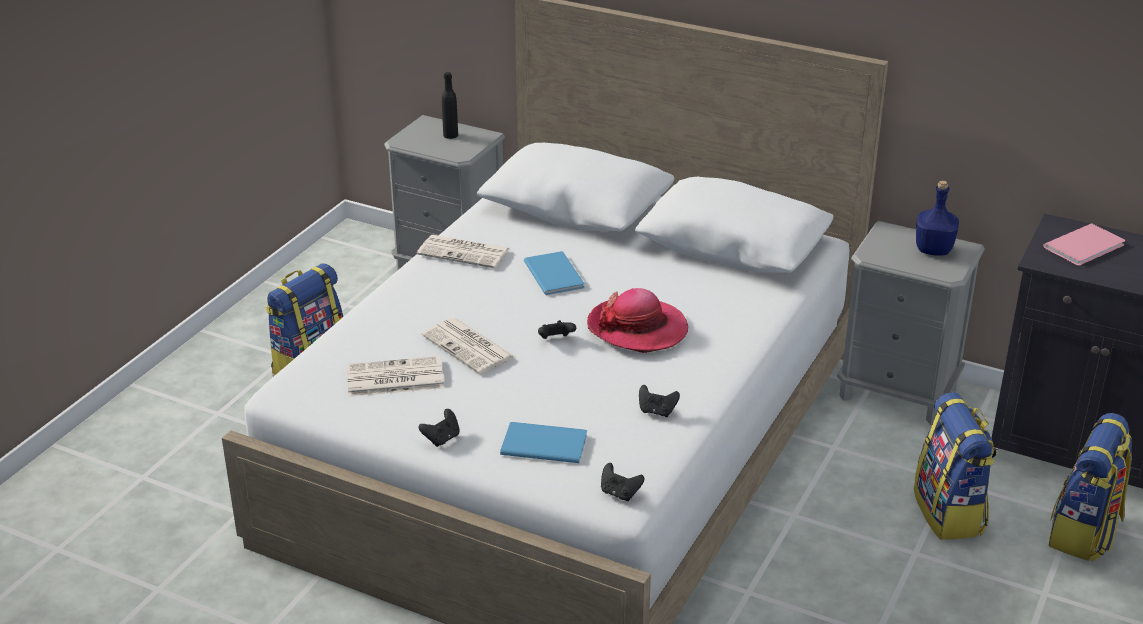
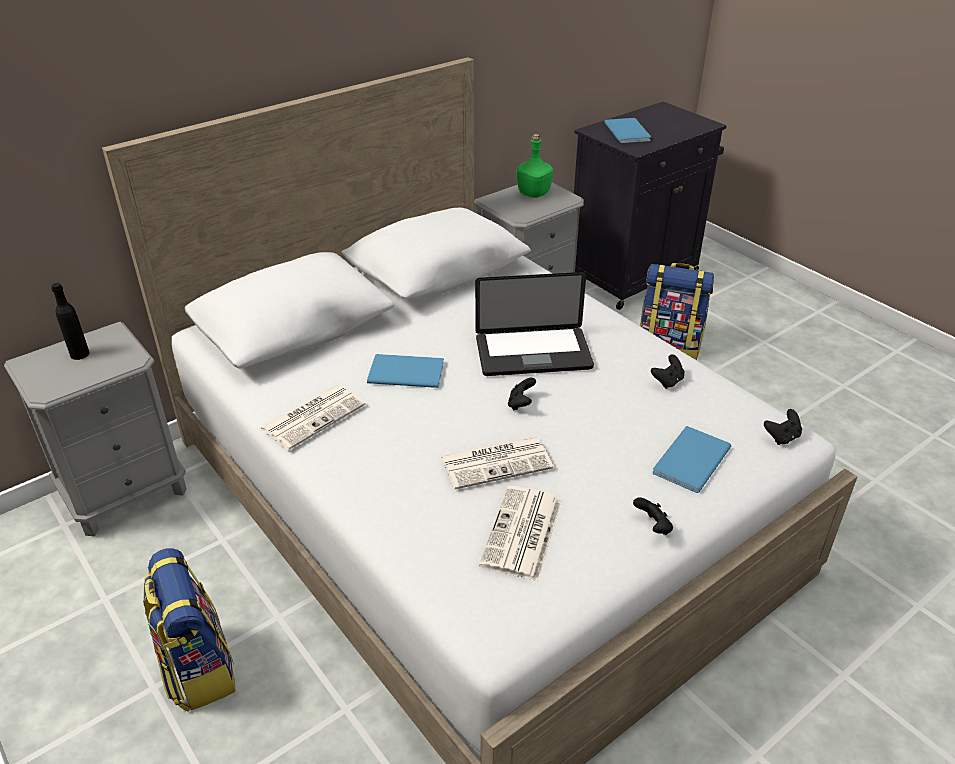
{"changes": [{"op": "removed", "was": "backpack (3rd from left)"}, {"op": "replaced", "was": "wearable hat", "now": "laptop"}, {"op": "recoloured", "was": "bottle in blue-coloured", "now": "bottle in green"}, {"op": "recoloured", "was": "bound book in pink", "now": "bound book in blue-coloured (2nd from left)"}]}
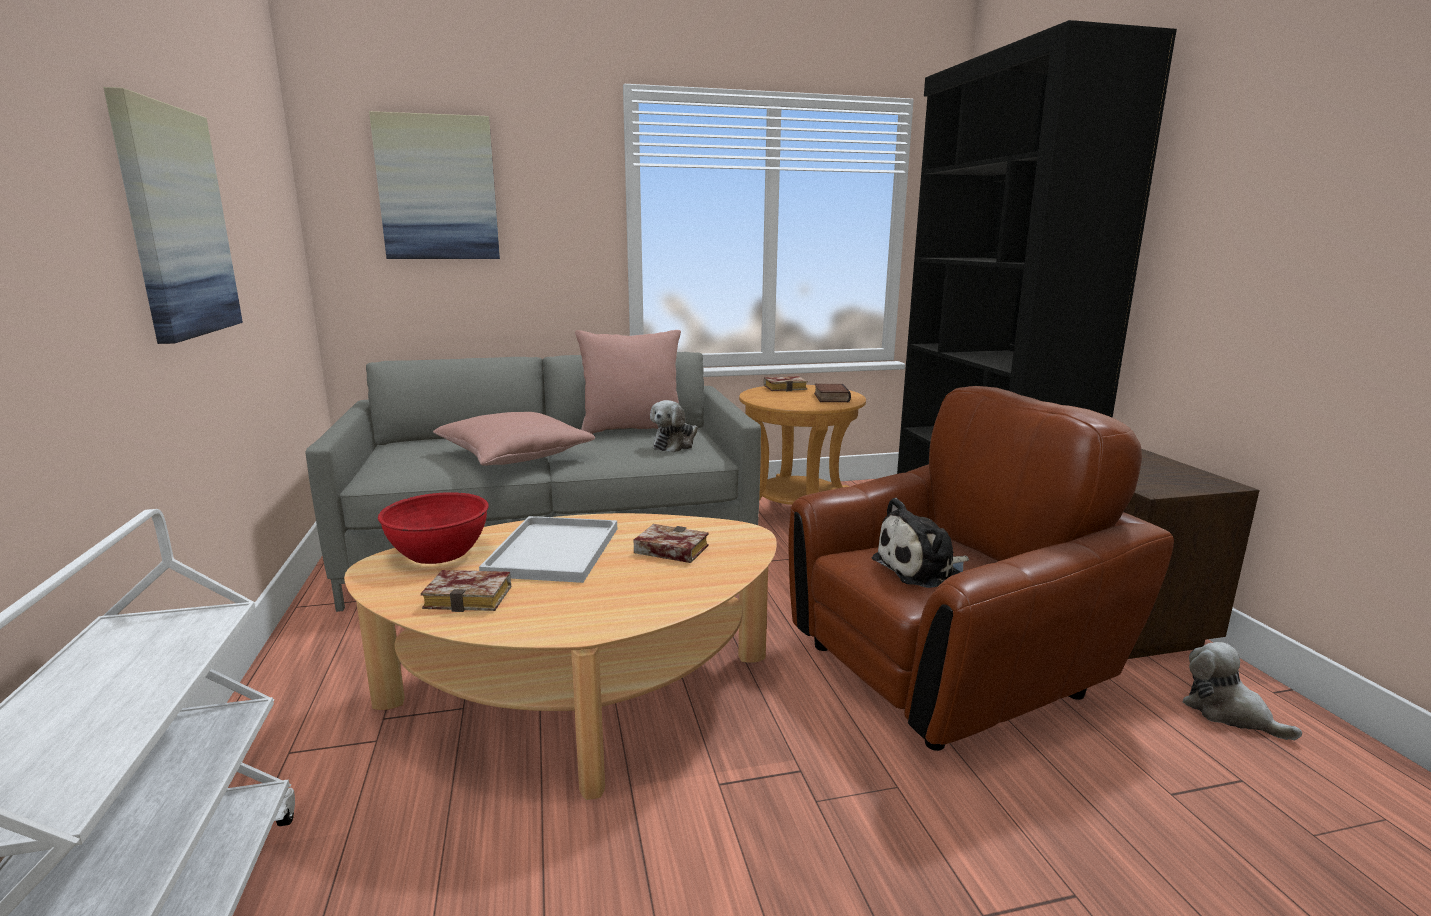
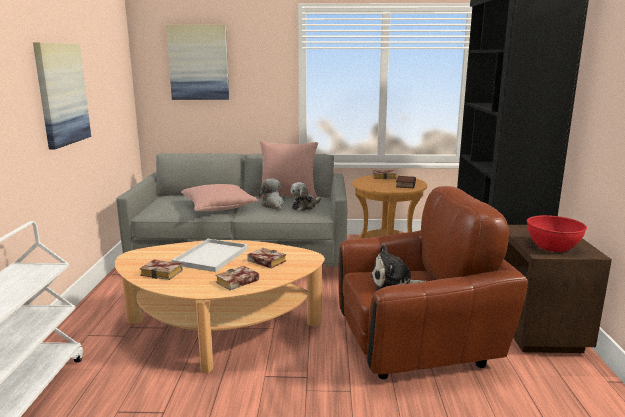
{"changes": [{"op": "added", "now": "bound book (2nd from left)"}, {"op": "moved", "was": "bowl in red"}, {"op": "moved", "was": "cuddly toy (3rd from left in the first image)", "now": "cuddly toy (1st from left)"}]}
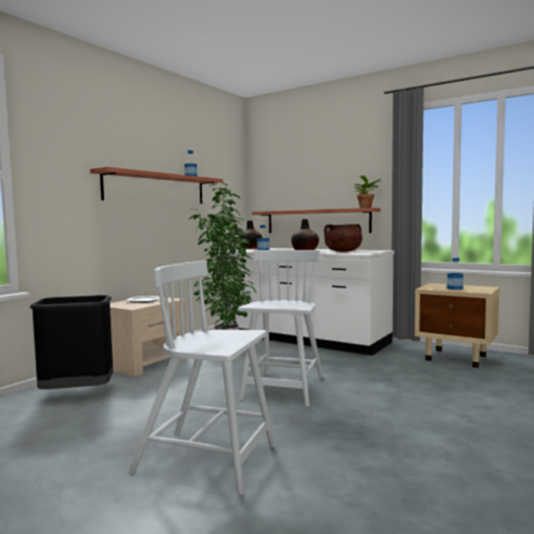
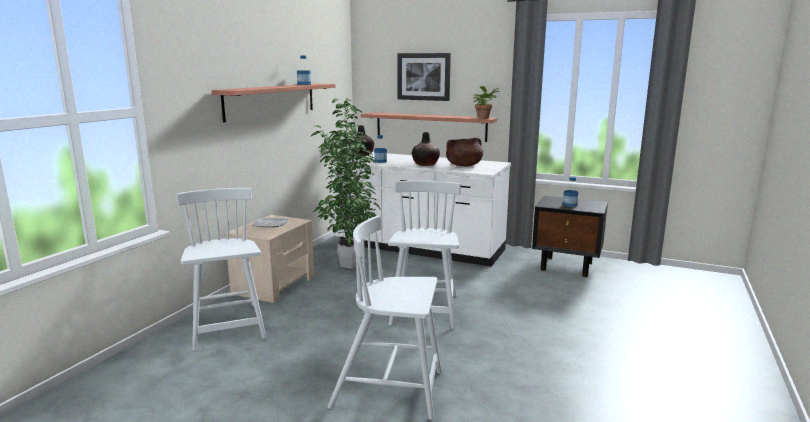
{"changes": [{"op": "added", "now": "wall art"}, {"op": "replaced", "was": "rubbish bin in black-coloured", "now": "plain chair in white-coloured (1st from left)"}, {"op": "recoloured", "was": "nightstand in sand-coloured (2nd from left)", "now": "nightstand in black-coloured"}]}
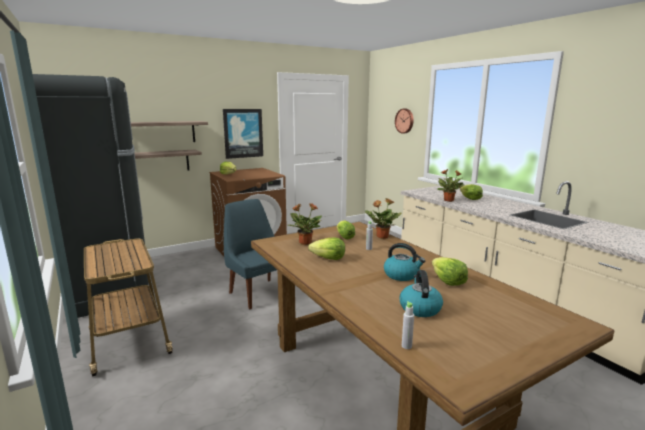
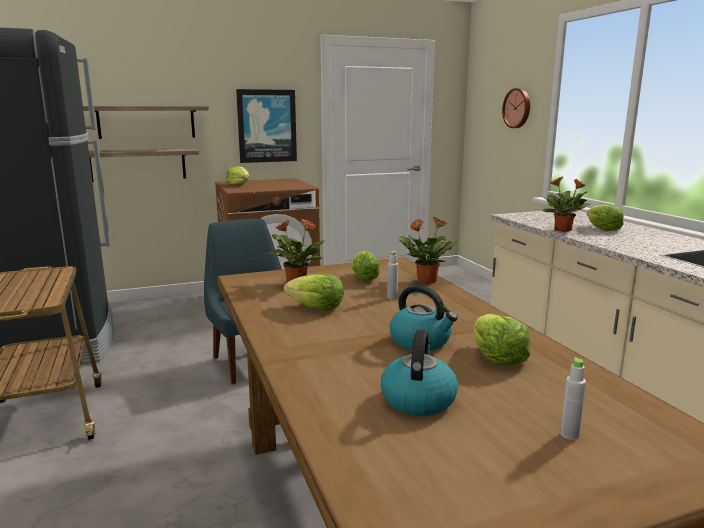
{"changes": [{"op": "moved", "was": "bottle in grey (2nd from left)"}]}
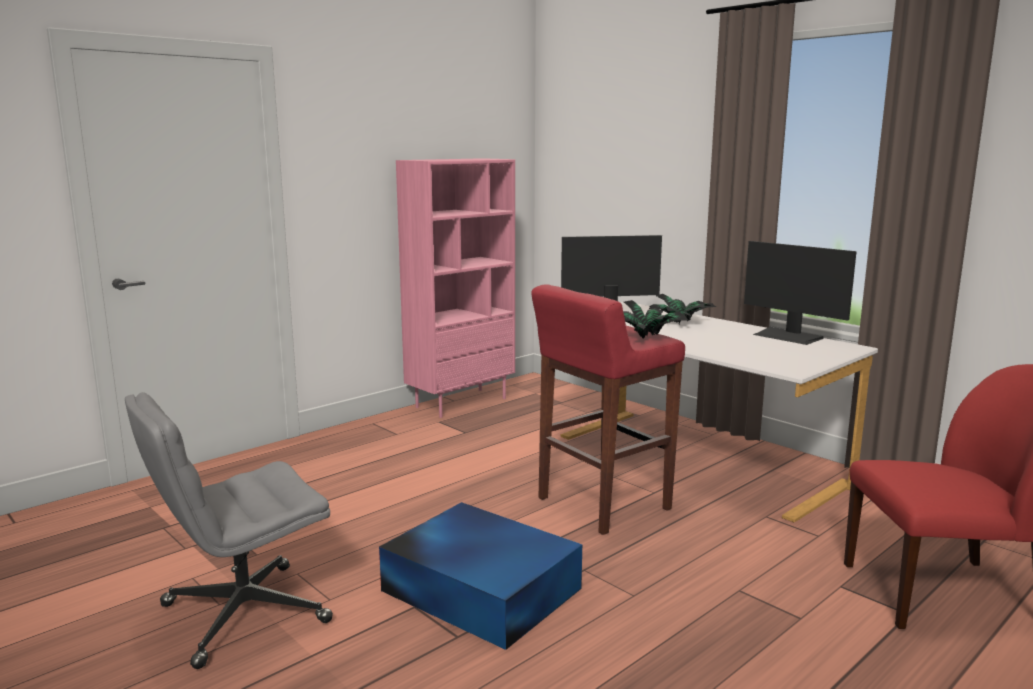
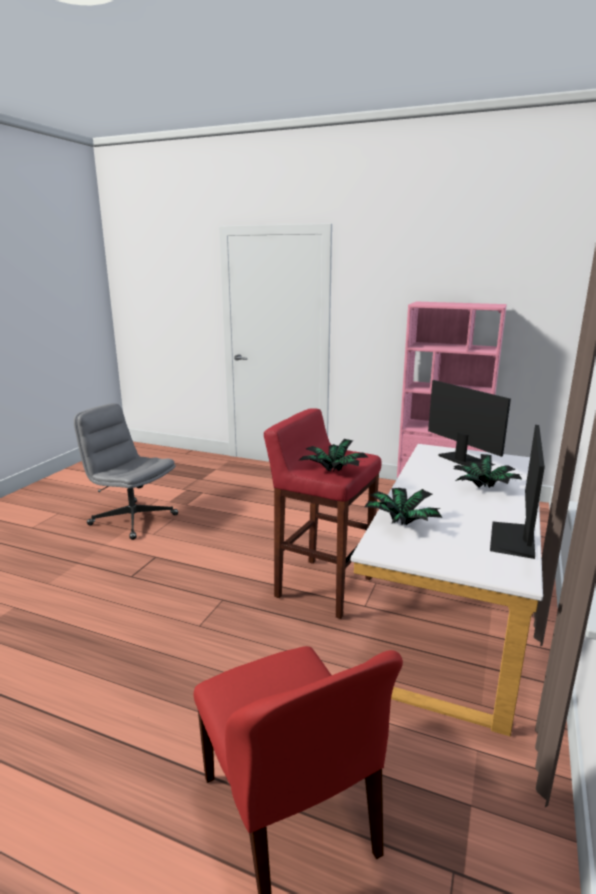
{"changes": [{"op": "removed", "was": "storage box in blue-coloured"}, {"op": "added", "now": "houseplant (2nd from left)"}]}
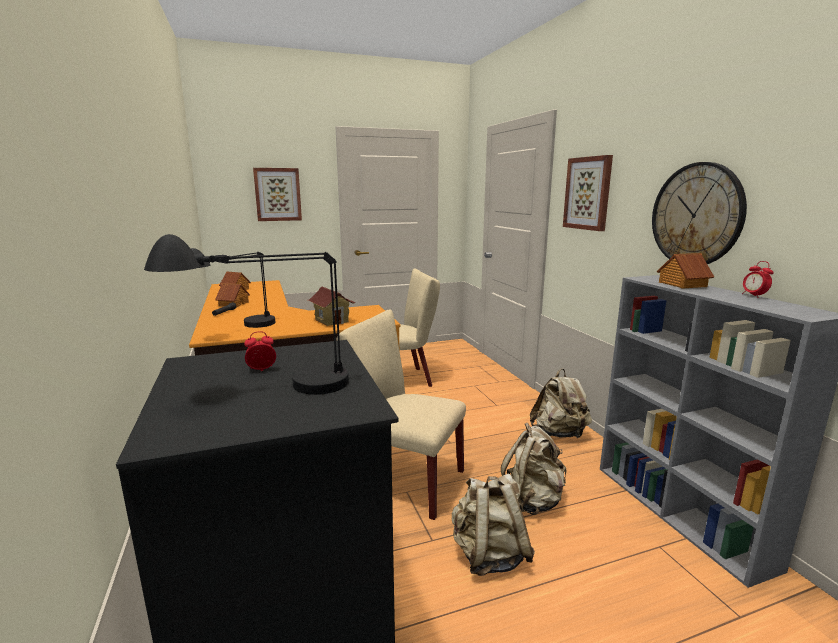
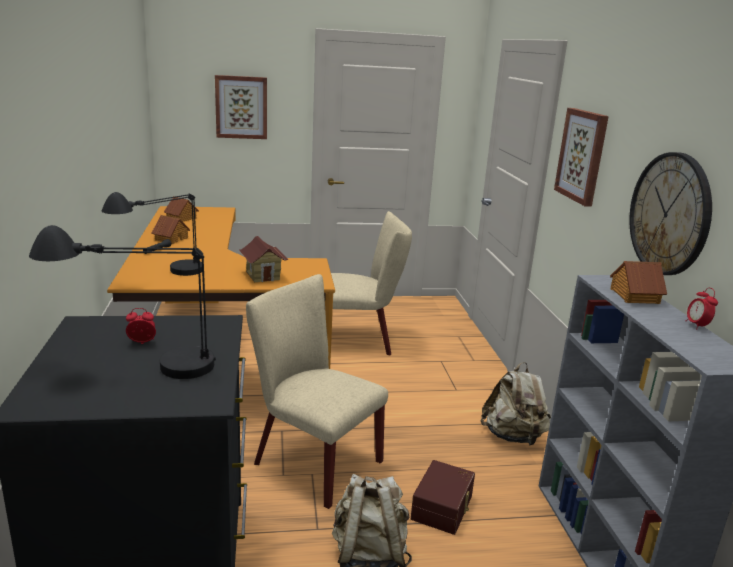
{"changes": [{"op": "replaced", "was": "backpack in sand-coloured (2nd from left)", "now": "storage box in brownish"}]}
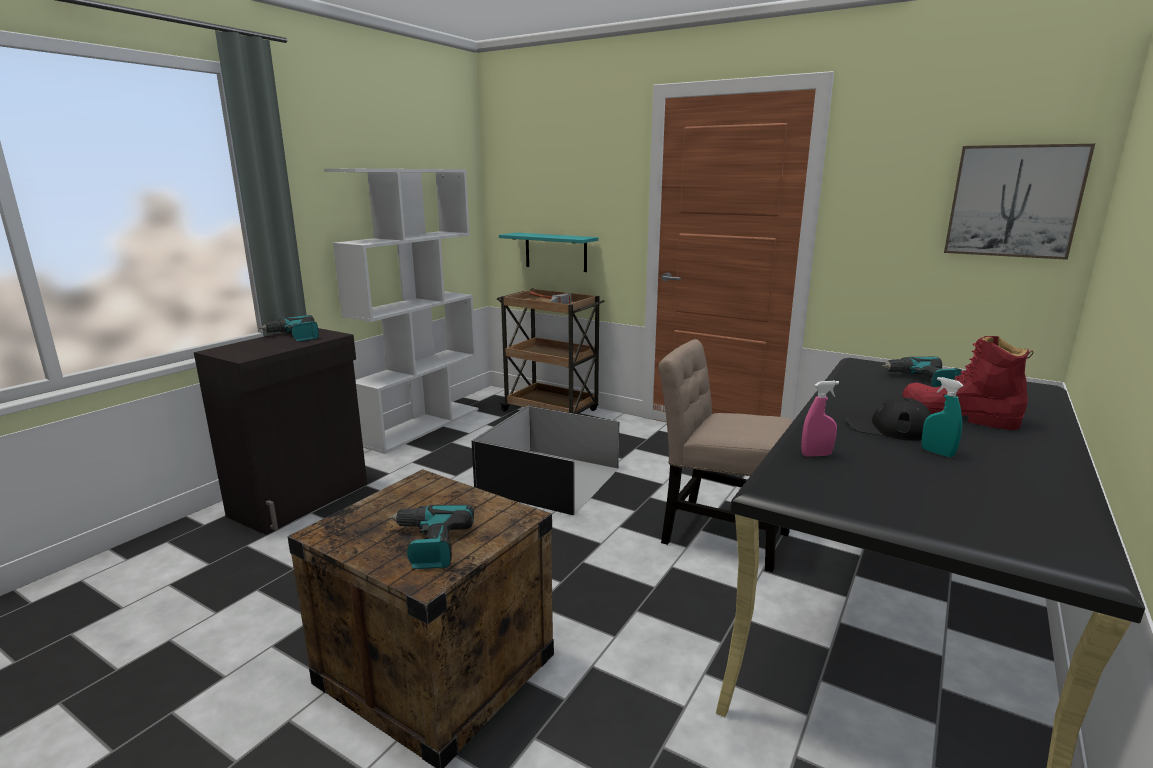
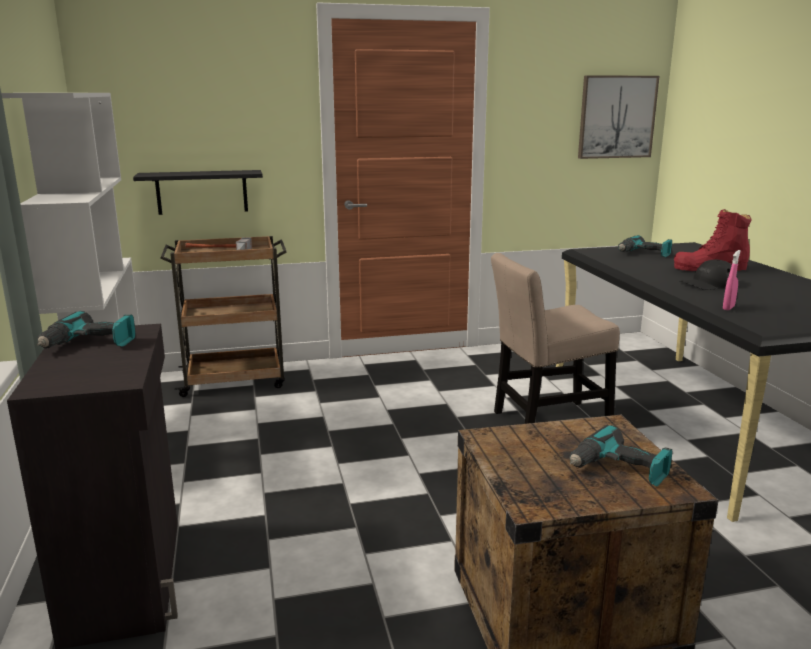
{"changes": [{"op": "removed", "was": "storage box in black-coloured"}, {"op": "removed", "was": "spray bottle in turquoise-coloured"}, {"op": "recoloured", "was": "shelf in turquoise-coloured", "now": "shelf in black-coloured"}]}
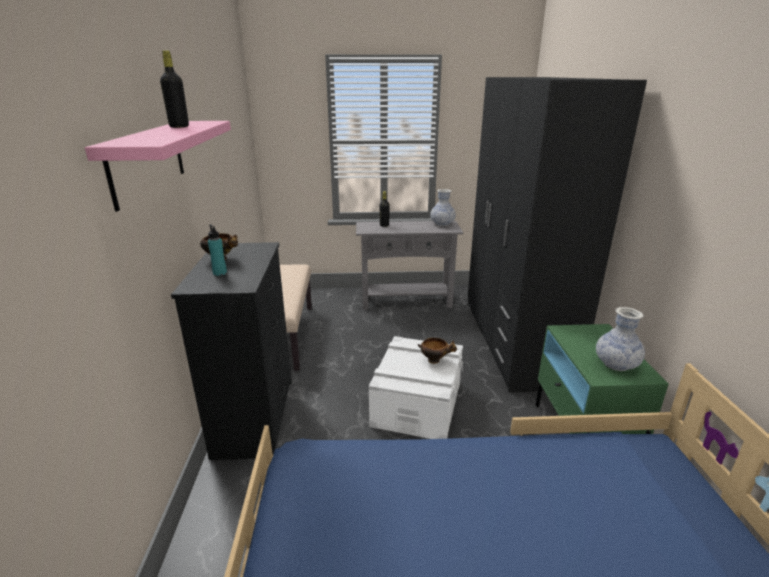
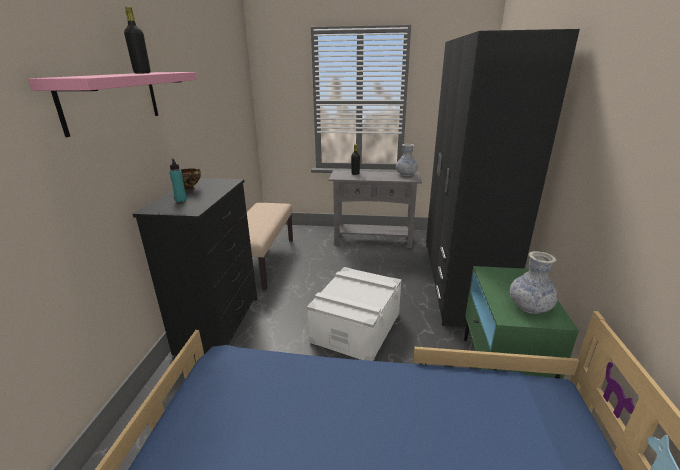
{"changes": [{"op": "removed", "was": "bowl (2nd from left)"}]}
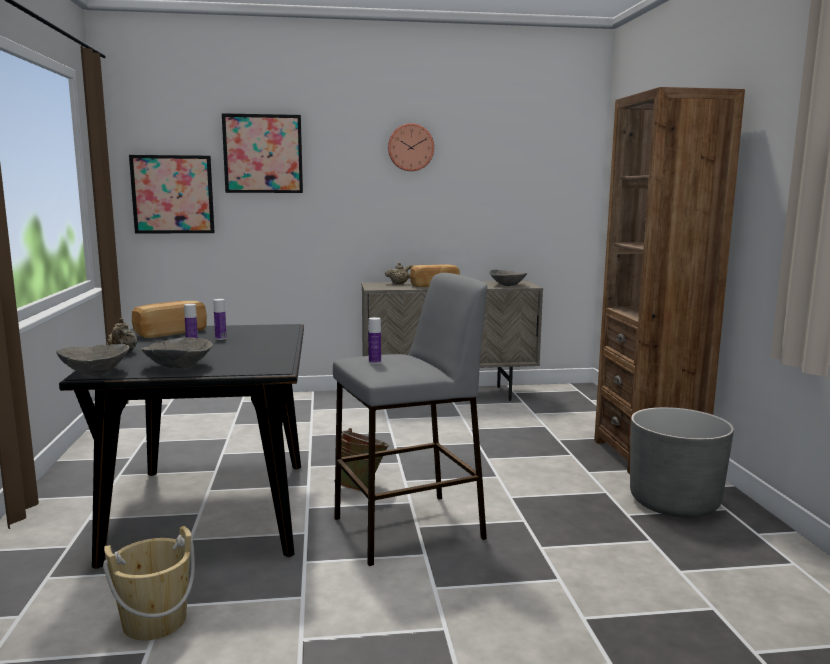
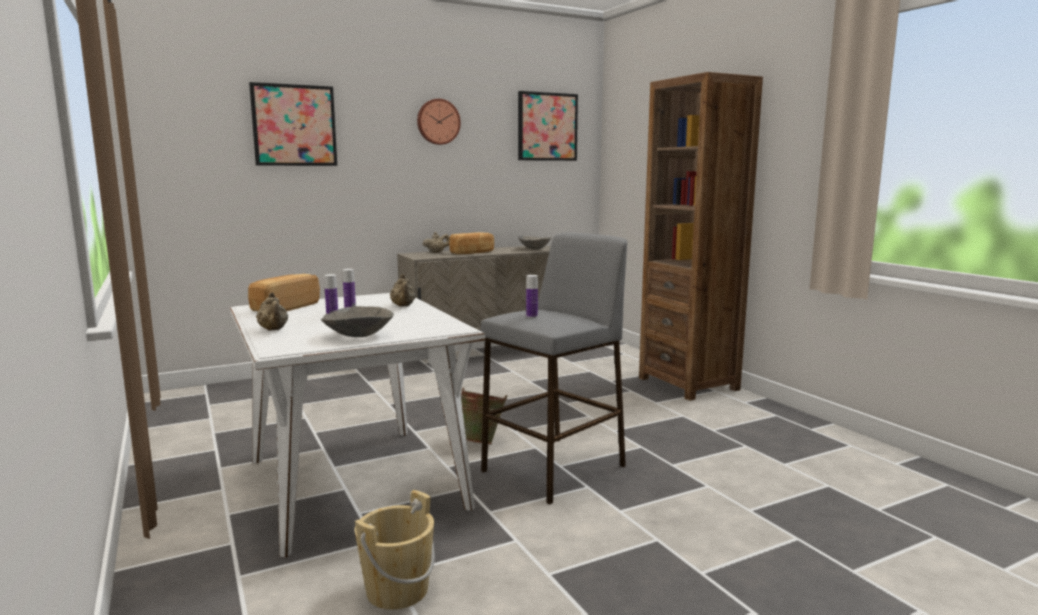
{"changes": [{"op": "removed", "was": "bowl in grey (1st from left)"}, {"op": "removed", "was": "planter in grey"}, {"op": "added", "now": "tea pot in sand-coloured (2nd from left)"}, {"op": "moved", "was": "wall art (1st from left in the first image)", "now": "wall art (2nd from left)"}, {"op": "recoloured", "was": "dining table in black-coloured", "now": "dining table in white-coloured"}]}
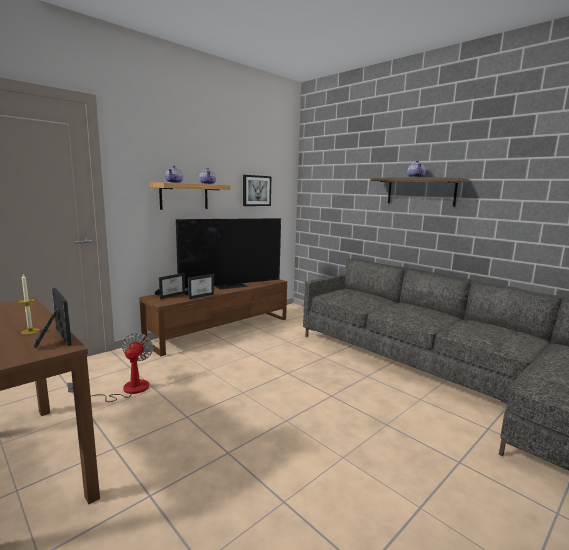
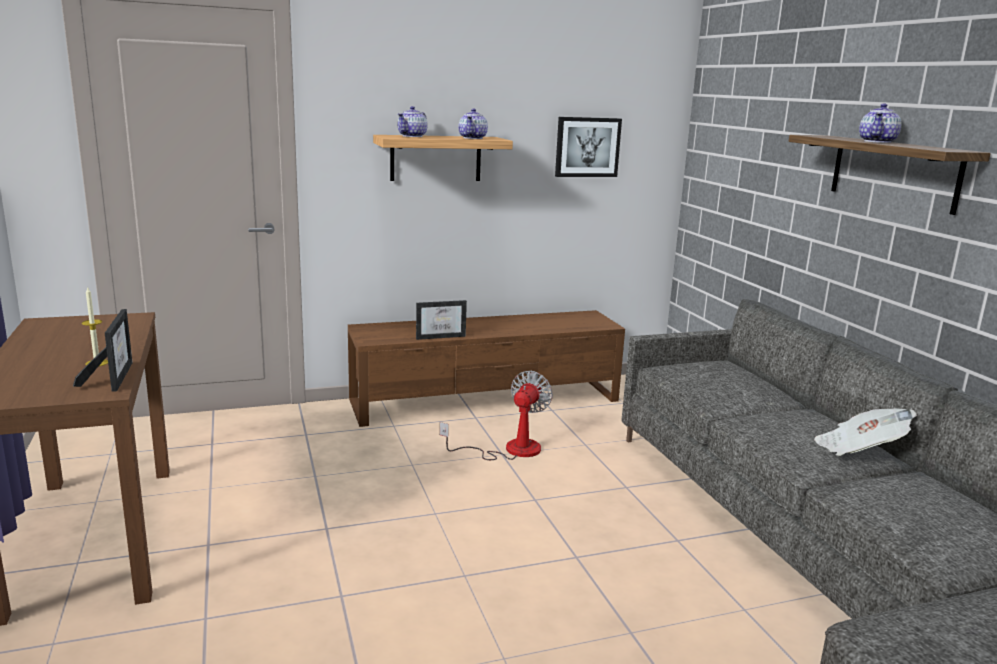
{"changes": [{"op": "removed", "was": "photo frame (2nd from left)"}, {"op": "removed", "was": "TV set"}, {"op": "added", "now": "daily paper"}, {"op": "moved", "was": "electric fan"}]}
